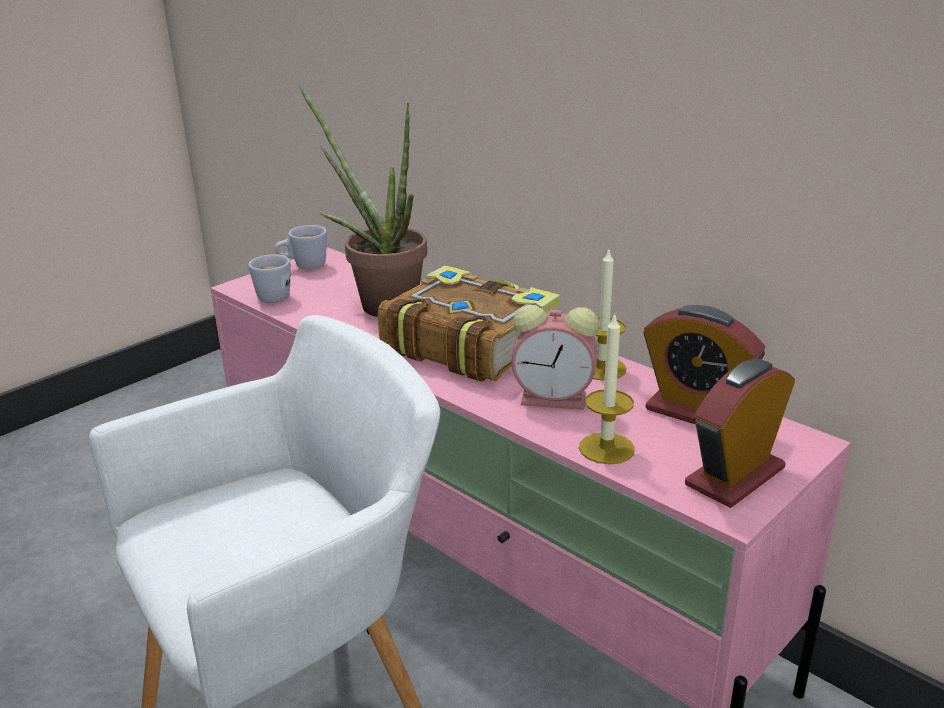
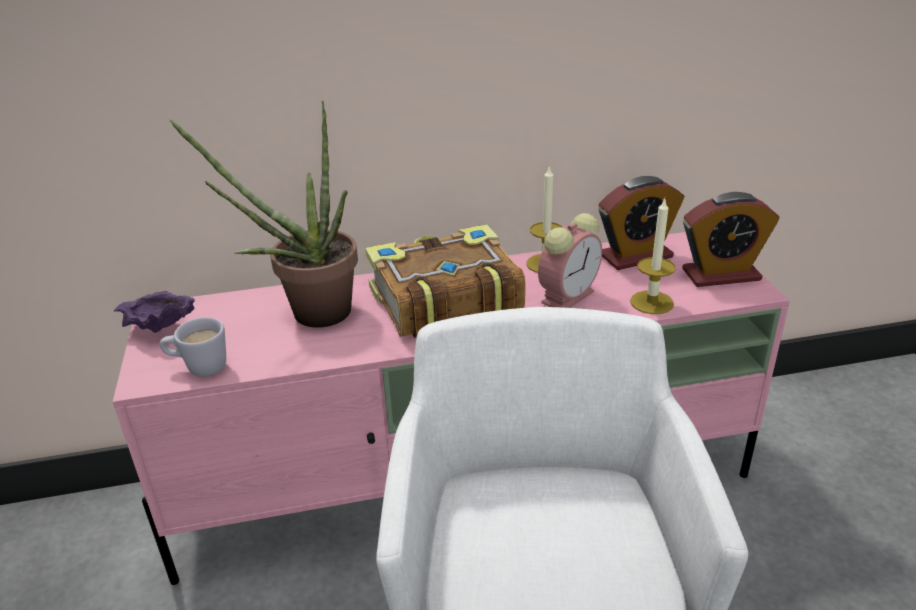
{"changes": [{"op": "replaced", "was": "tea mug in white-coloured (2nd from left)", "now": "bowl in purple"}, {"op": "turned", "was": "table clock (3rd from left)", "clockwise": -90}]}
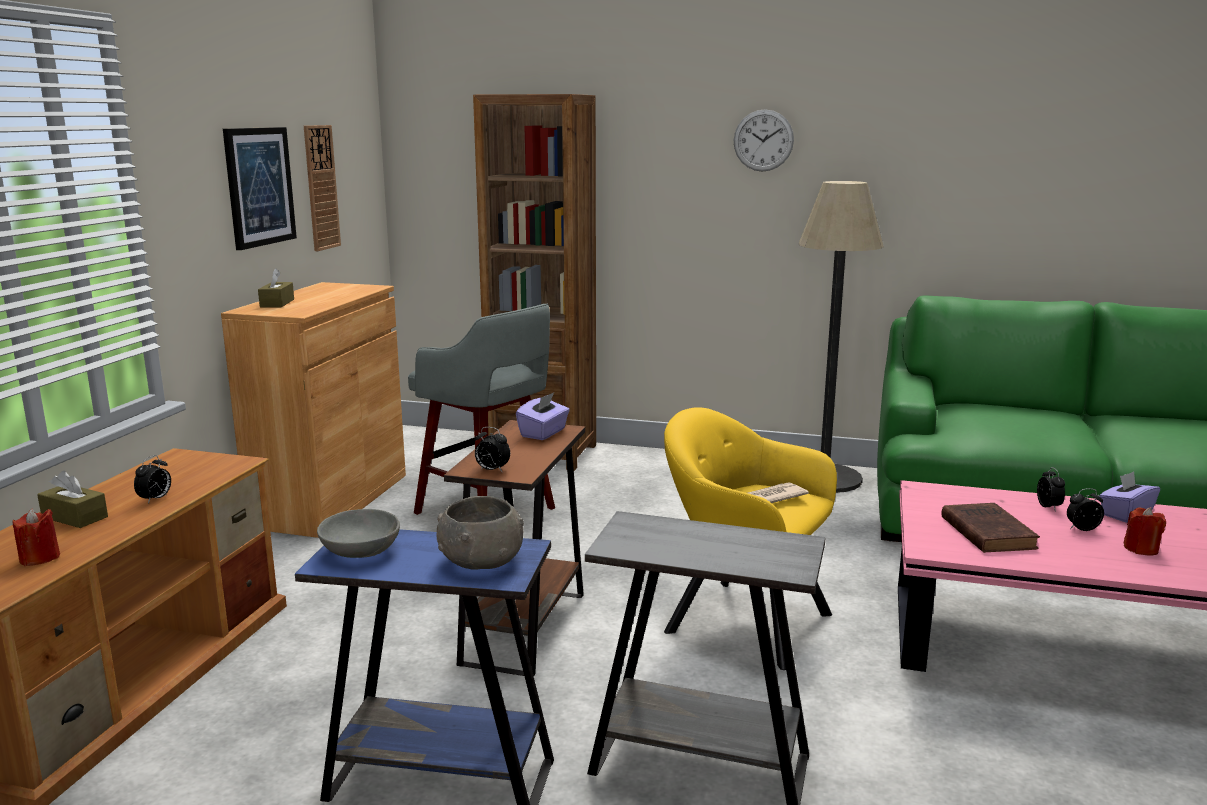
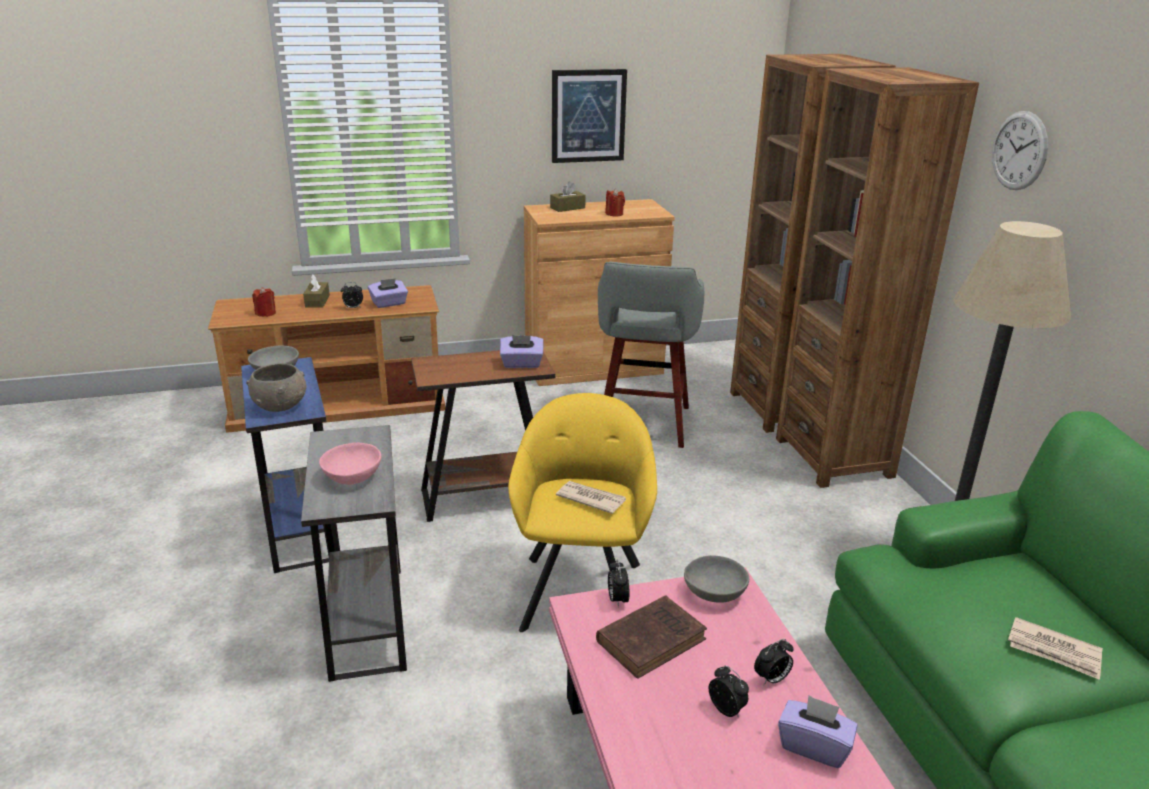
{"changes": [{"op": "removed", "was": "wall clock (1st from left)"}, {"op": "added", "now": "bowl in pink"}, {"op": "added", "now": "tissue box in purple (1st from left)"}, {"op": "added", "now": "bowl in grey (3rd from left)"}, {"op": "added", "now": "bookcase in brownish (2nd from left)"}, {"op": "added", "now": "daily paper (2nd from left)"}, {"op": "moved", "was": "table clock (2nd from left)"}, {"op": "moved", "was": "wax candle in red (2nd from left)"}]}
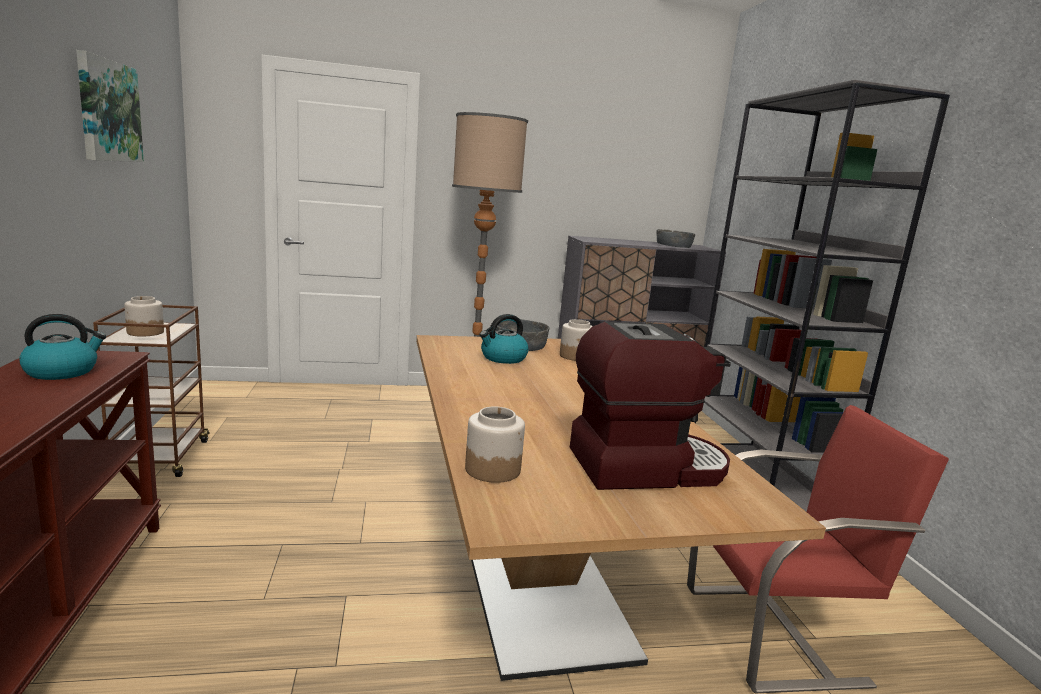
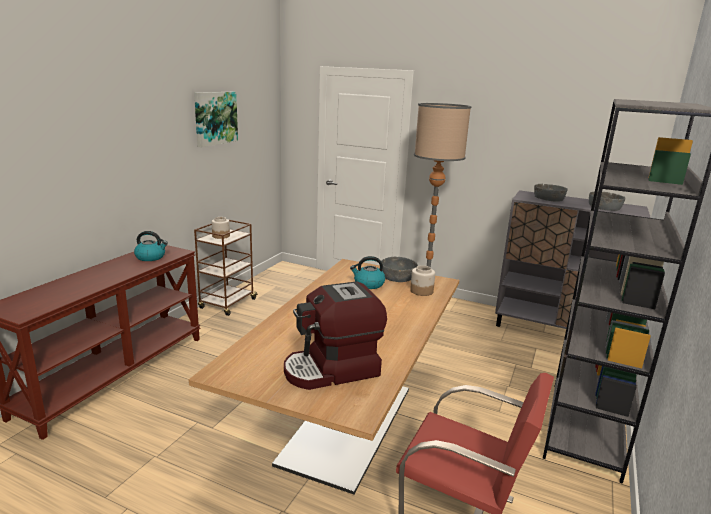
{"changes": [{"op": "removed", "was": "storage jar (2nd from left)"}, {"op": "added", "now": "bowl in grey (2nd from left)"}, {"op": "turned", "was": "coffee brewer", "clockwise": 135}]}
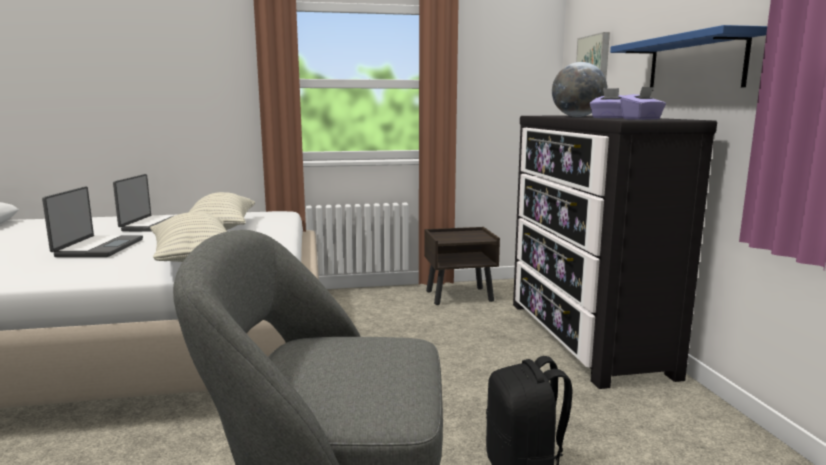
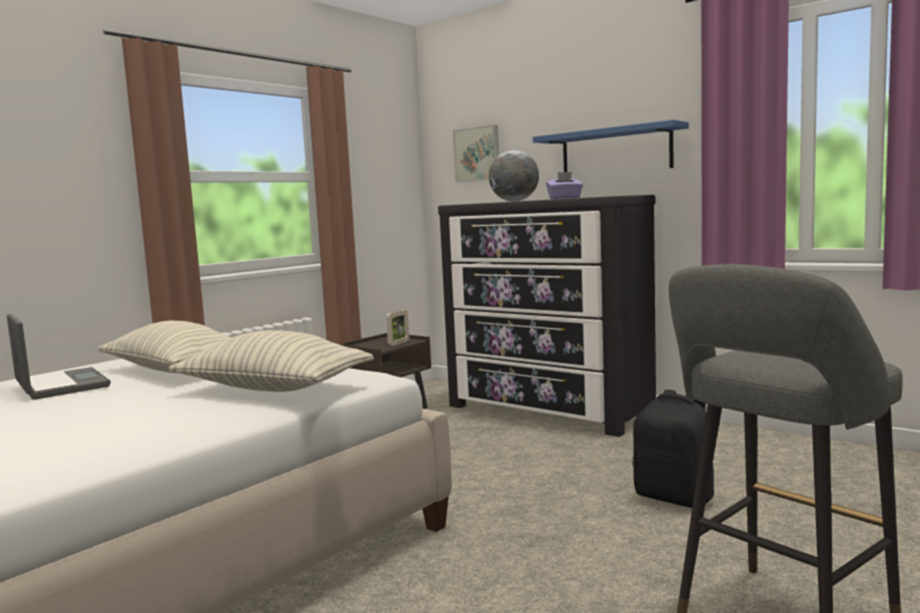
{"changes": [{"op": "removed", "was": "laptop (1st from left)"}, {"op": "removed", "was": "tissue box in purple (2nd from left)"}, {"op": "added", "now": "photo frame"}]}
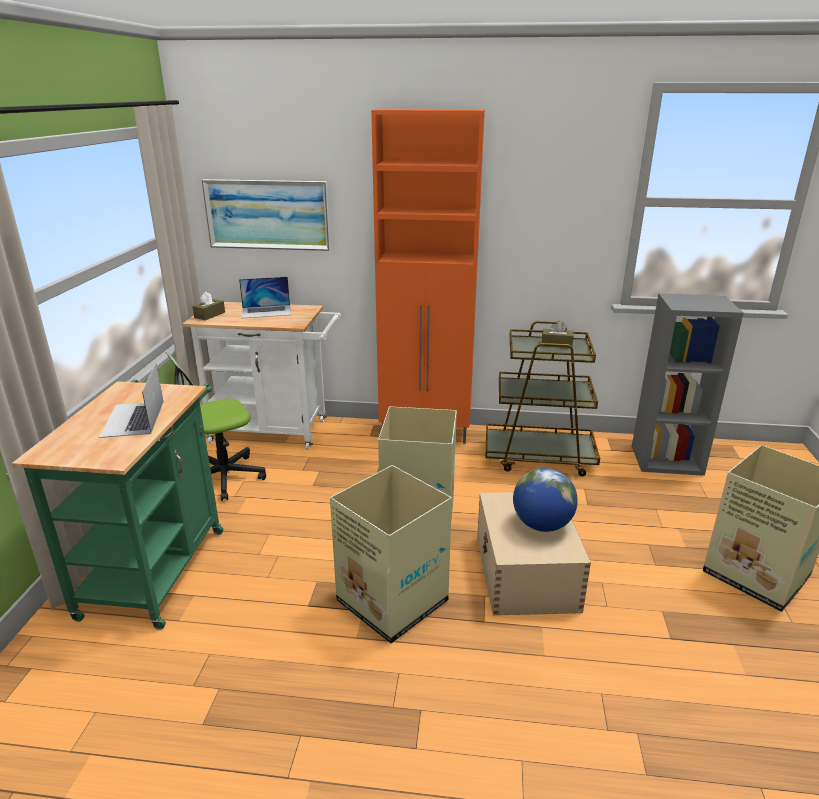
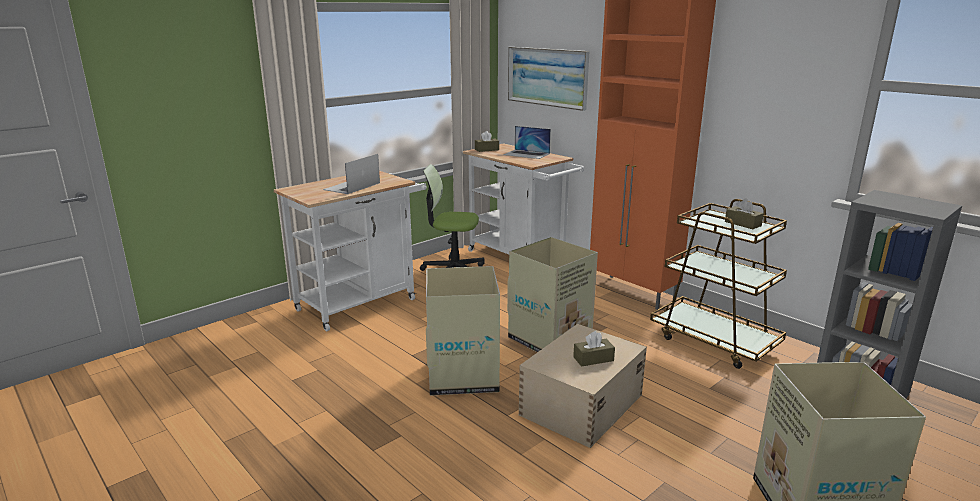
{"changes": [{"op": "replaced", "was": "globe", "now": "tissue box in brownish (2nd from left)"}, {"op": "recoloured", "was": "trolley in green", "now": "trolley in white-coloured (1st from left)"}]}
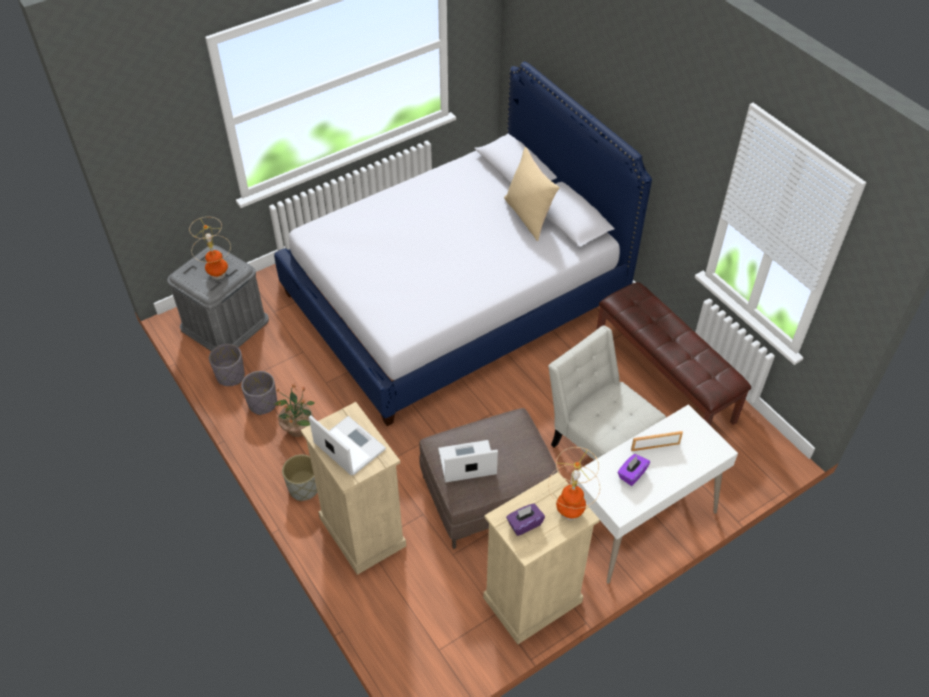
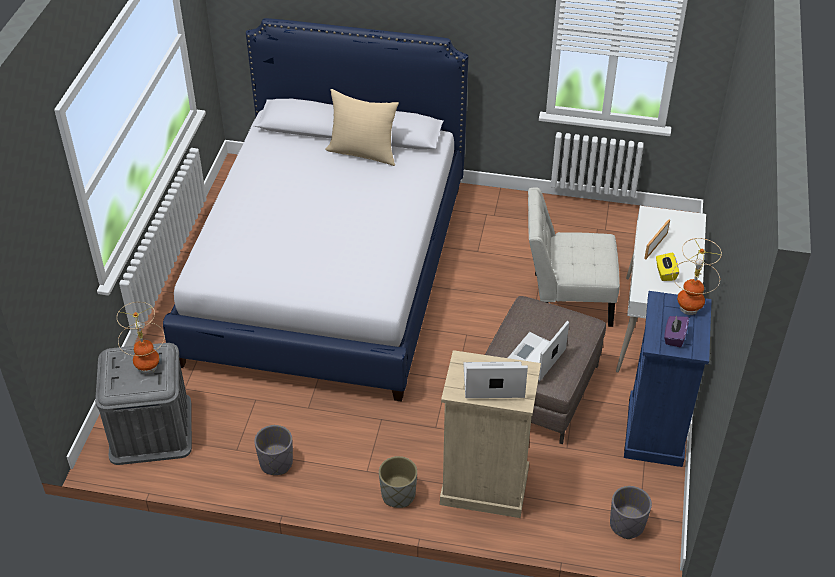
{"changes": [{"op": "removed", "was": "houseplant"}, {"op": "removed", "was": "indoor bench in brownish"}, {"op": "moved", "was": "planter in grey (1st from left in the first image)", "now": "planter in grey (3rd from left)"}, {"op": "recoloured", "was": "chest of drawers in sand-coloured (2nd from left)", "now": "chest of drawers in blue-coloured"}, {"op": "recoloured", "was": "tissue box in purple (2nd from left)", "now": "tissue box in yellow"}]}
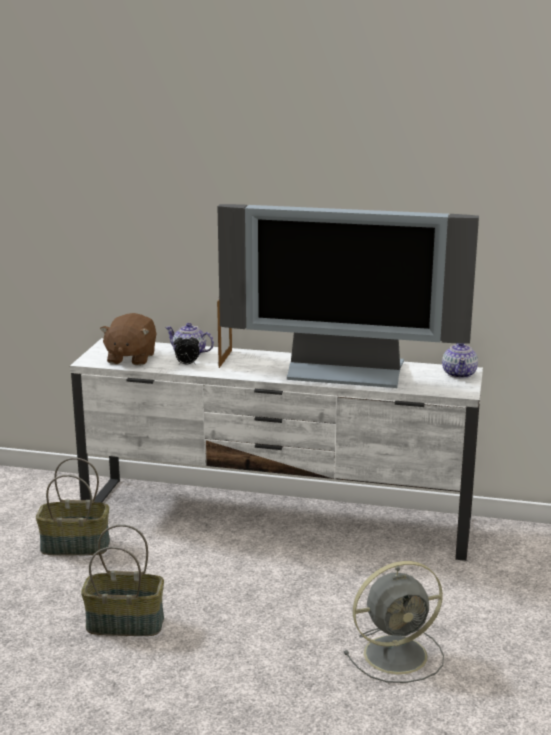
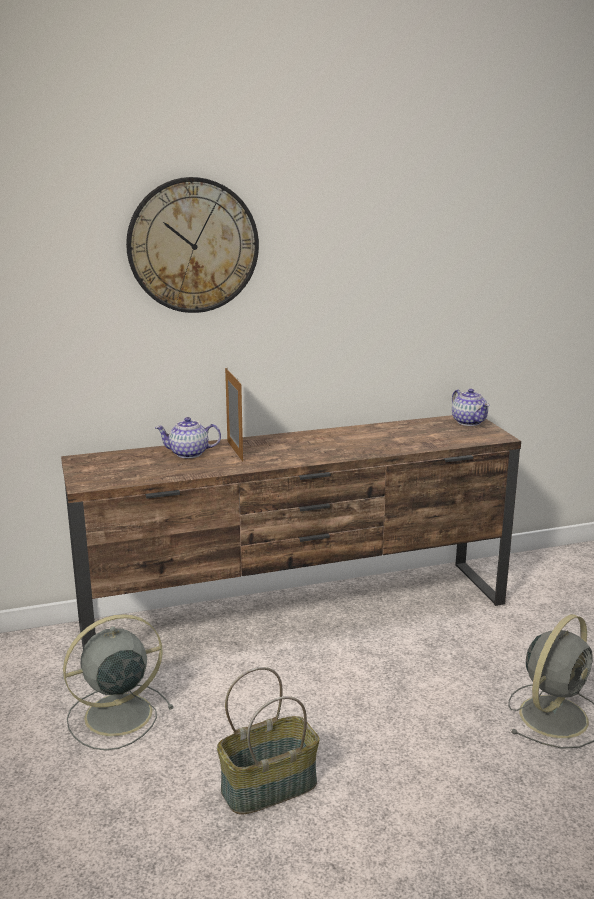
{"changes": [{"op": "removed", "was": "cuddly toy in brownish"}, {"op": "removed", "was": "table clock"}, {"op": "removed", "was": "TV set"}, {"op": "added", "now": "wall clock"}, {"op": "replaced", "was": "storage basket (1st from left)", "now": "electric fan in grey (1st from left)"}, {"op": "recoloured", "was": "tv unit in white-coloured", "now": "tv unit in brownish"}]}
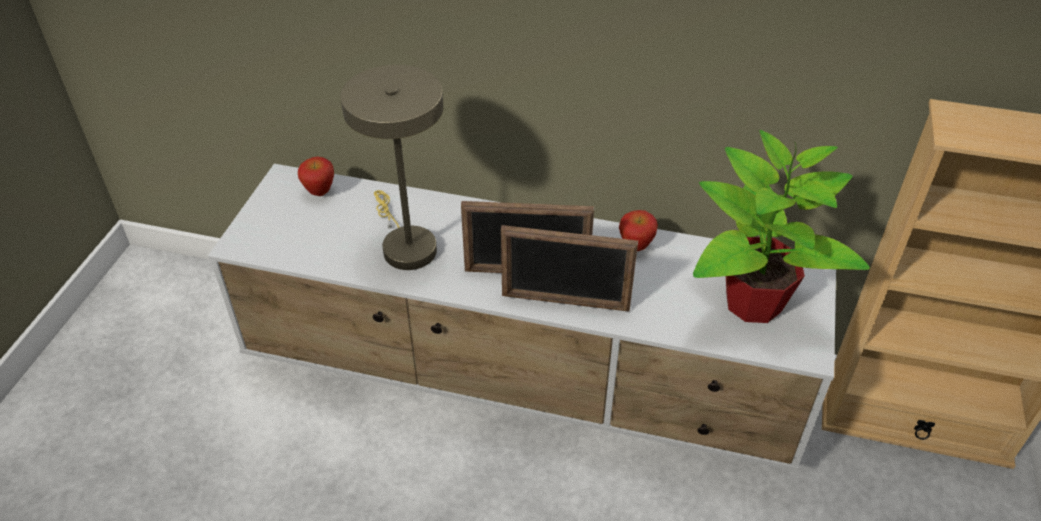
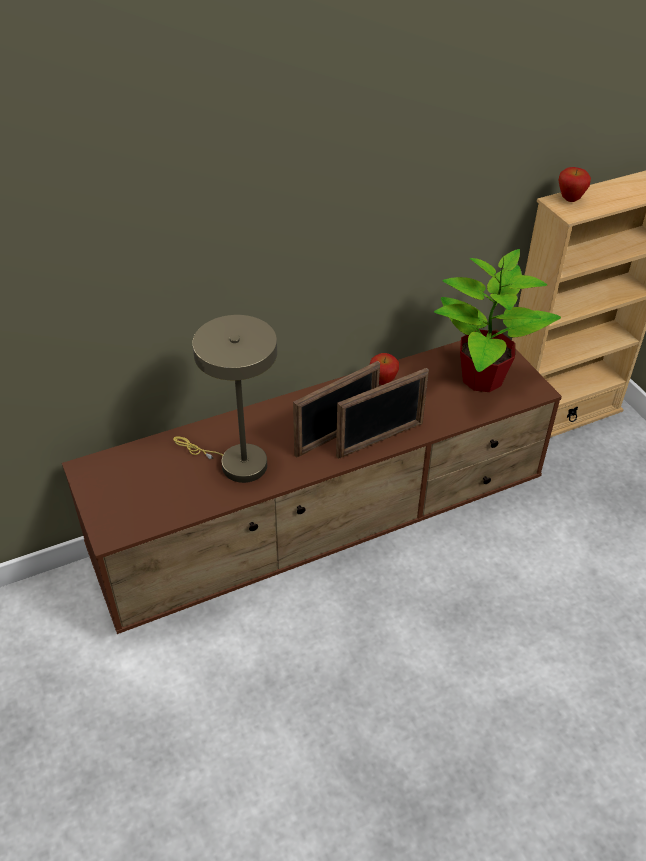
{"changes": [{"op": "moved", "was": "whole apple (1st from left in the first image)", "now": "whole apple (2nd from left)"}, {"op": "recoloured", "was": "tv unit in white-coloured", "now": "tv unit in brownish"}]}
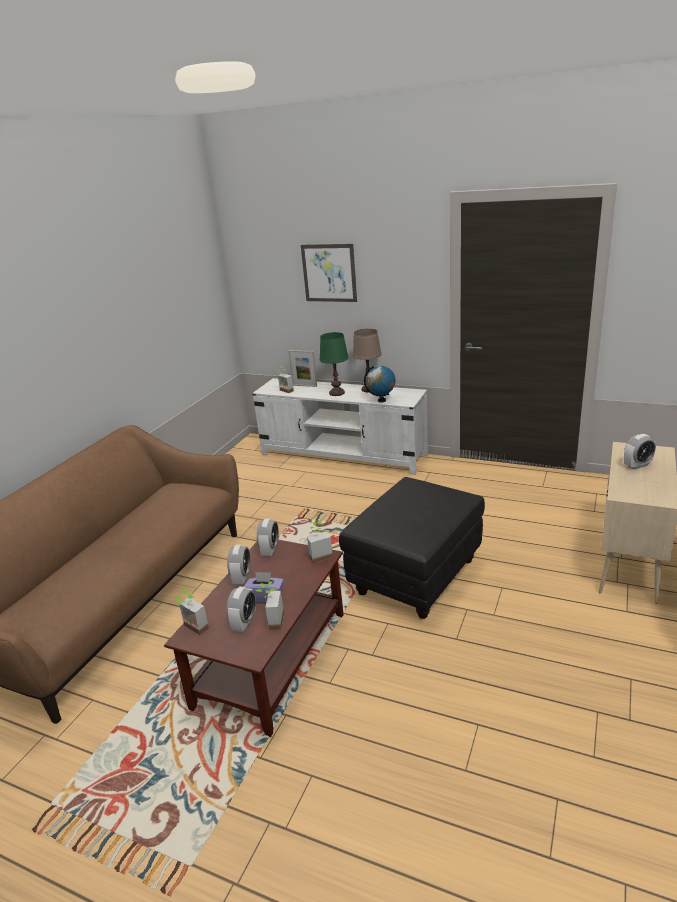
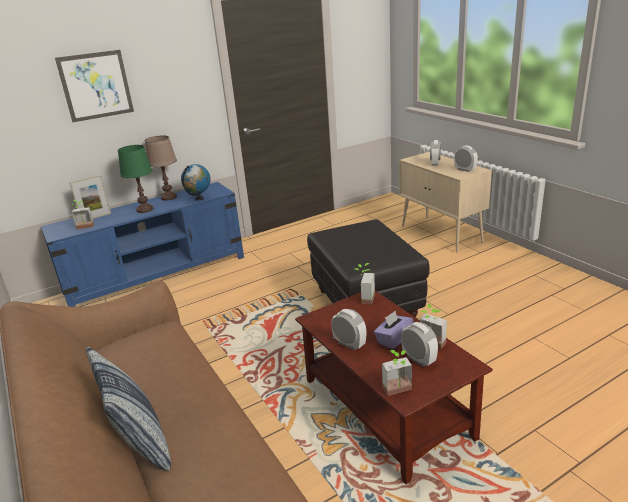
{"changes": [{"op": "added", "now": "cushion"}, {"op": "moved", "was": "table clock (3rd from left in the first image)", "now": "table clock (4th from left)"}, {"op": "recoloured", "was": "tv unit in white-coloured", "now": "tv unit in blue-coloured"}]}
